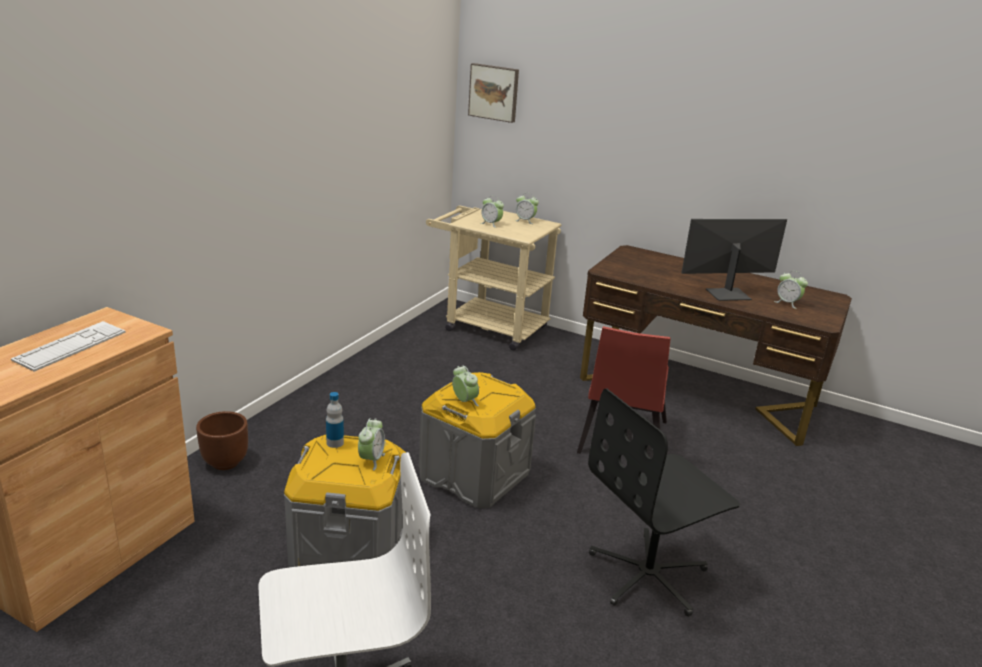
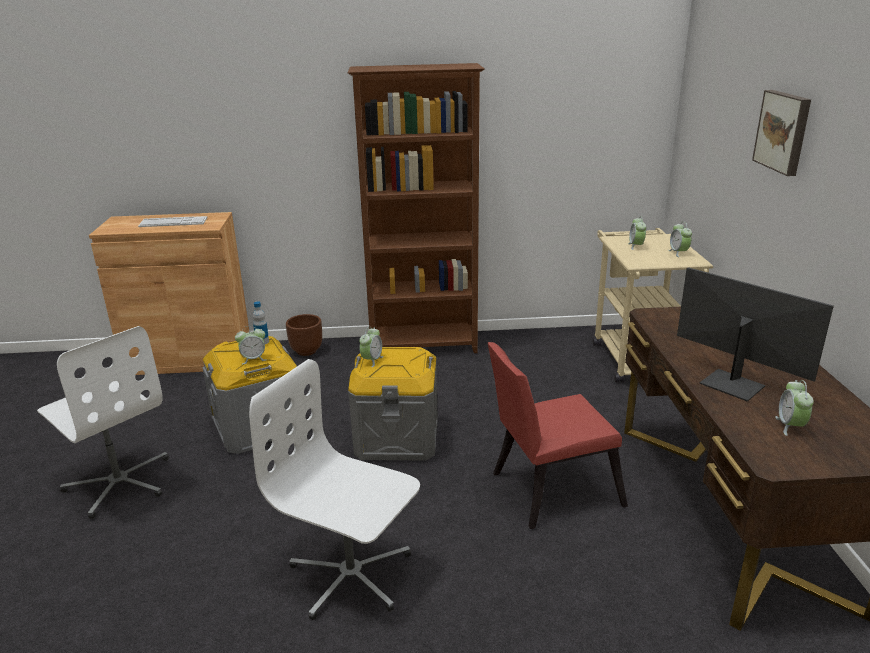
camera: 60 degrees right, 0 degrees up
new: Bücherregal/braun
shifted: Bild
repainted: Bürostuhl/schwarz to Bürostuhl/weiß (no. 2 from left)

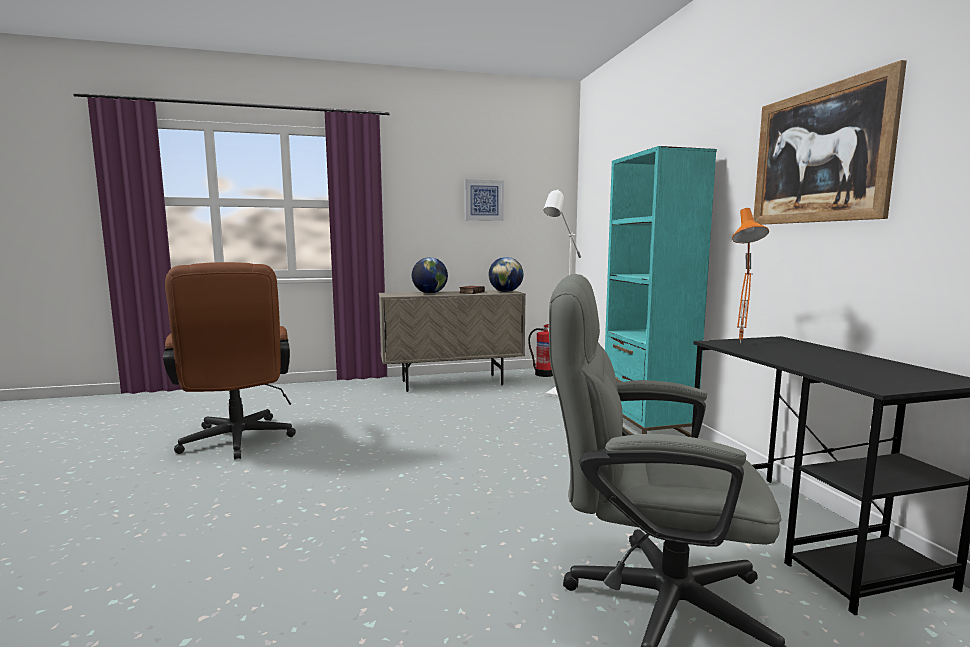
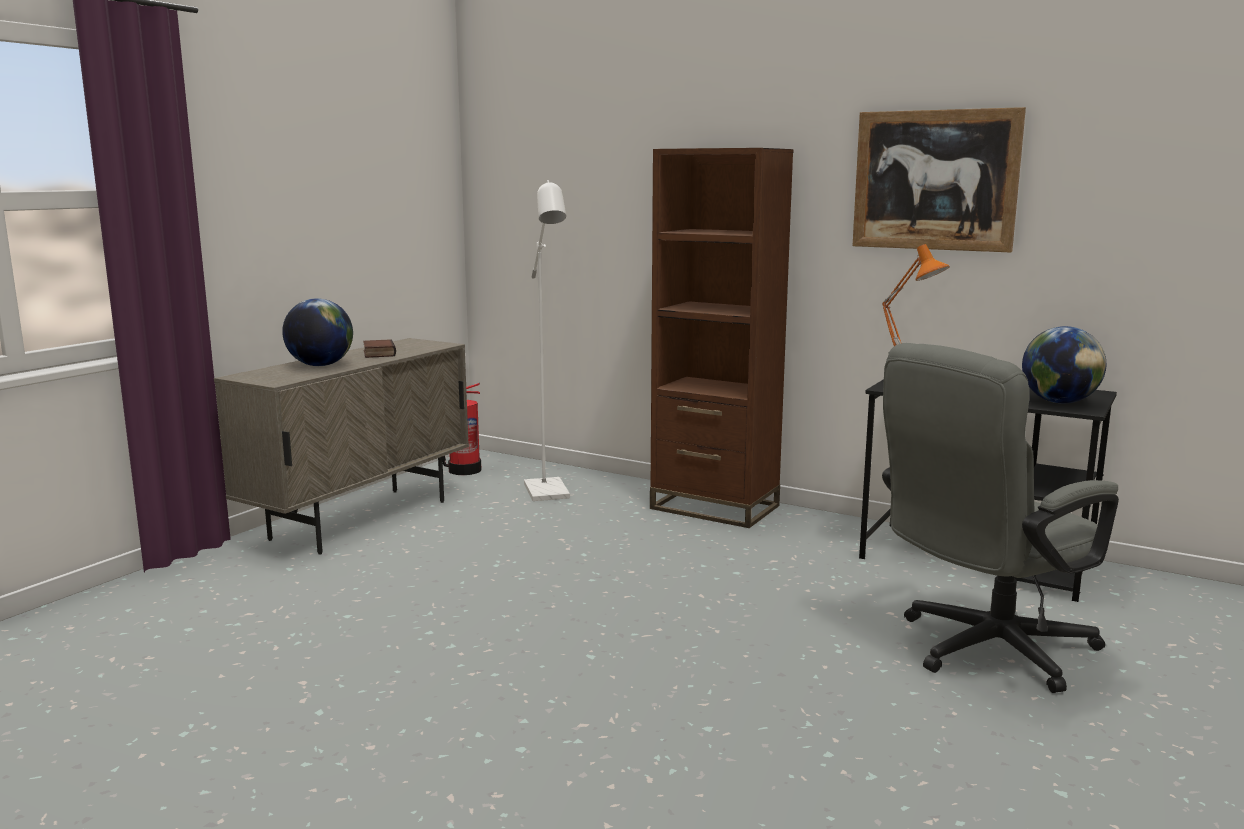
camera: 45 degrees left, 5 degrees up
gone: Bürostuhl/braun; Bild (no. 1 from left)
shifted: Globus (no. 2 from left)
repainted: Bücherregal/türkis to Bücherregal/braun

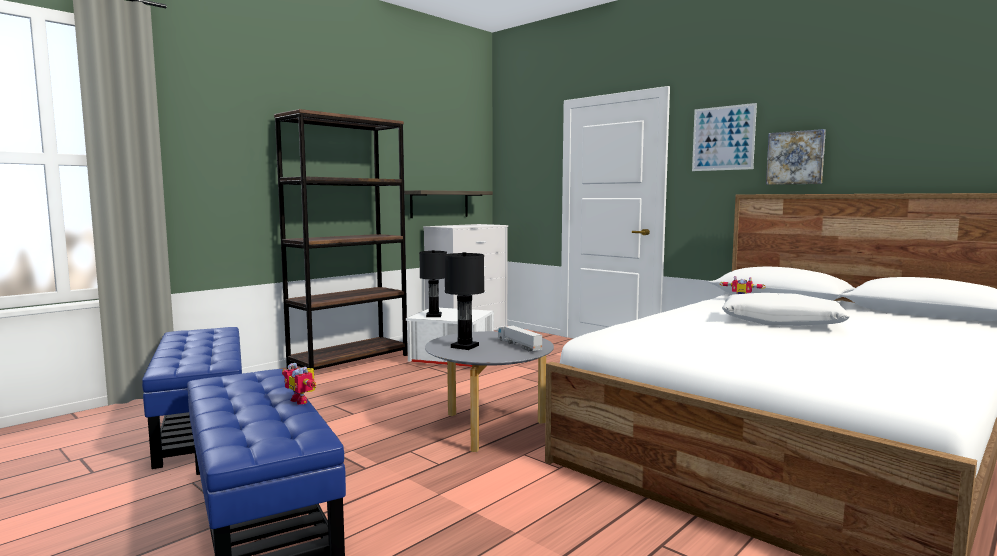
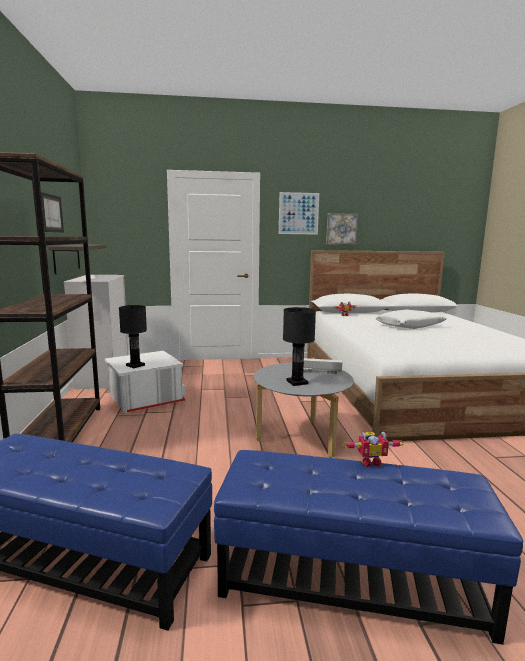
camera: 50 degrees left, 5 degrees up
new: Bild (no. 1 from left)

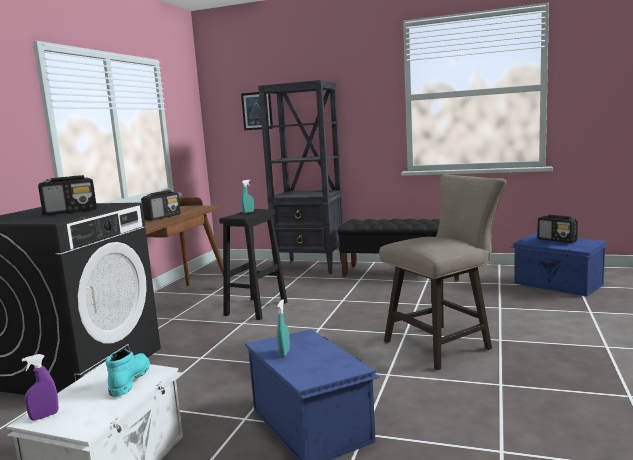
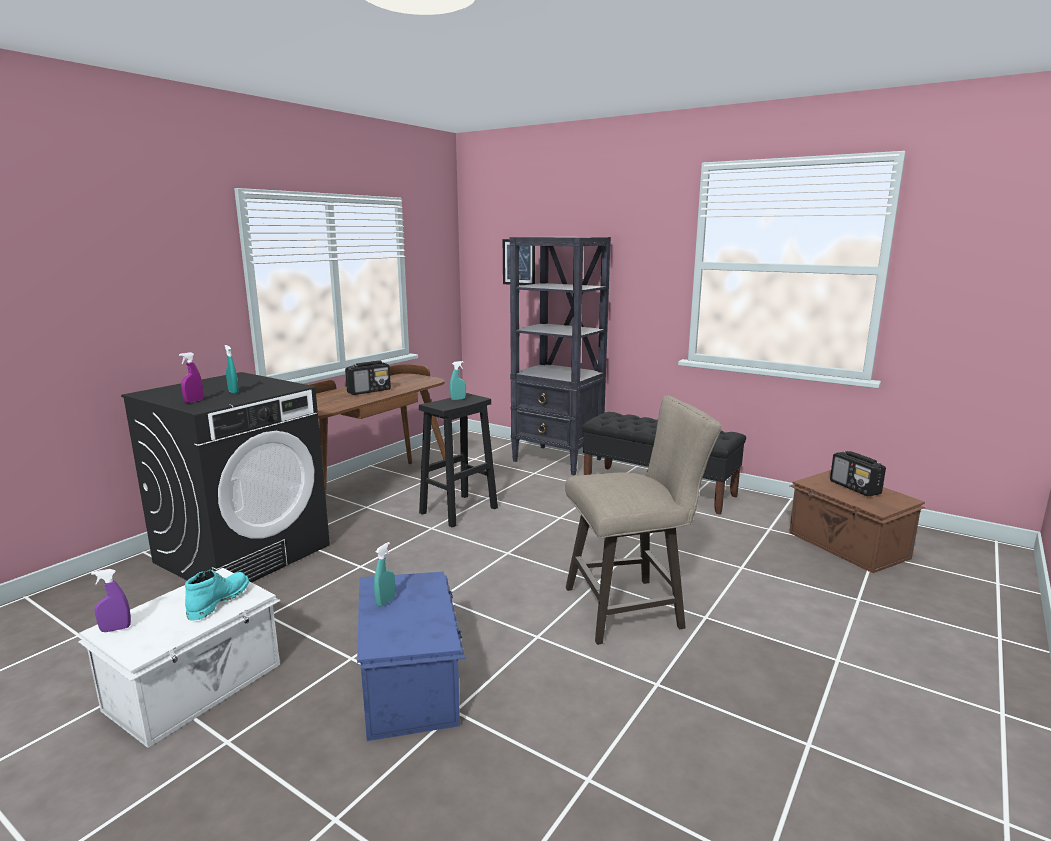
camera: 15 degrees right, 5 degrees up
new: Sprühflasche/lila (no. 2 from left)
swapped: Radio (no. 1 from left) to Sprühflasche/türkis (no. 1 from left)
repainted: Aufbewahrungsbox/blau (no. 2 from left) to Aufbewahrungsbox/braun

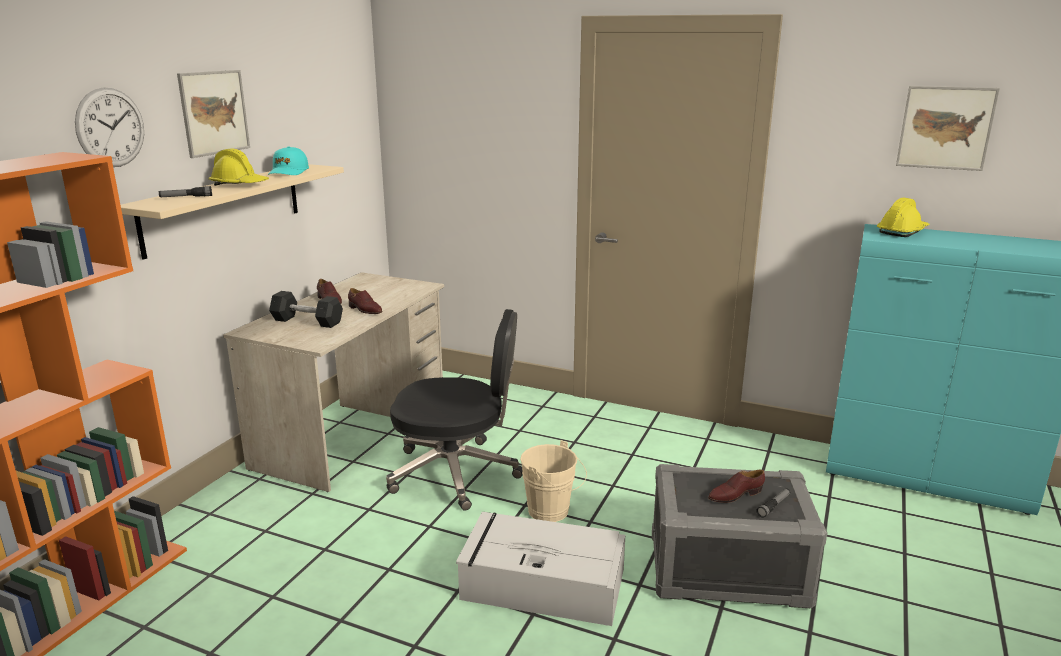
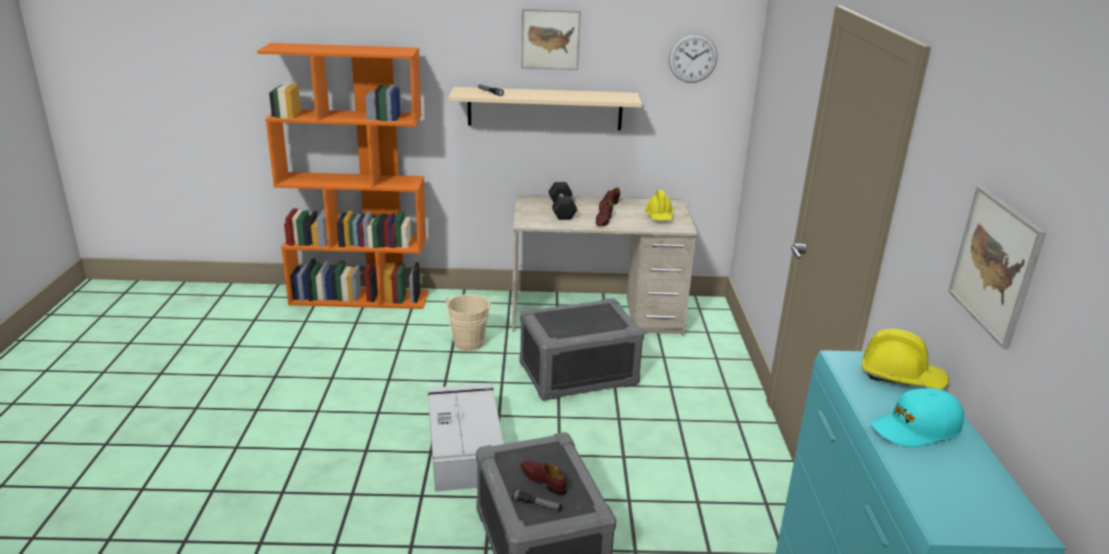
camera: 65 degrees right, 5 degrees up
shifted: Wanduhr; Schutzhelm/gelb (no. 1 from left); Kappe/türkis; Eimer/beige
swapped: Bürostuhl/schwarz to Aufbewahrungsbox/grau (no. 3 from left)

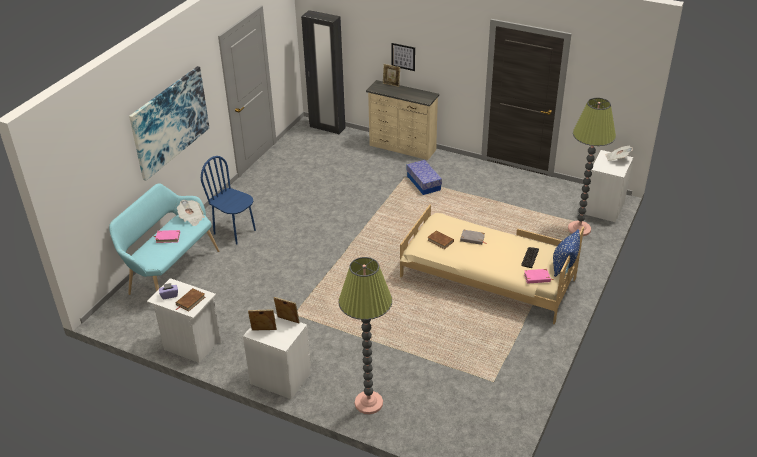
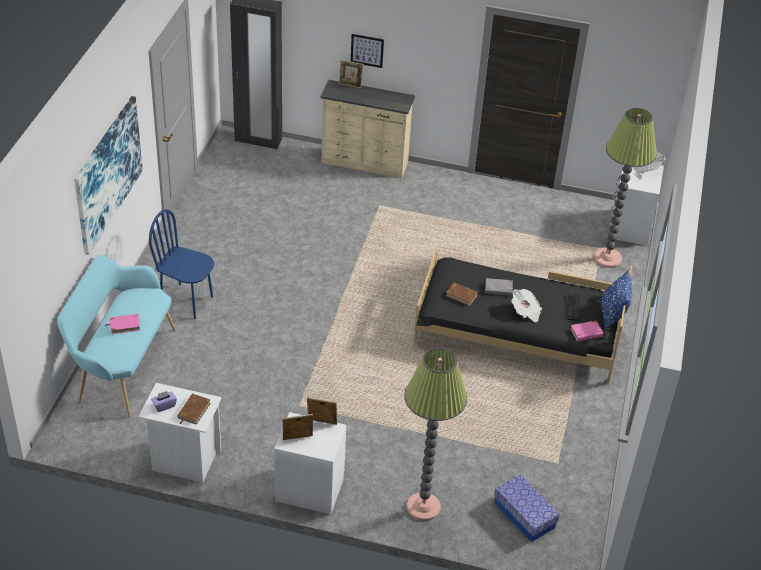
camera: 15 degrees left, 5 degrees up
shifted: Zeitung (no. 1 from left); Aufbewahrungsbox
repainted: Bett/beige to Bett/schwarz

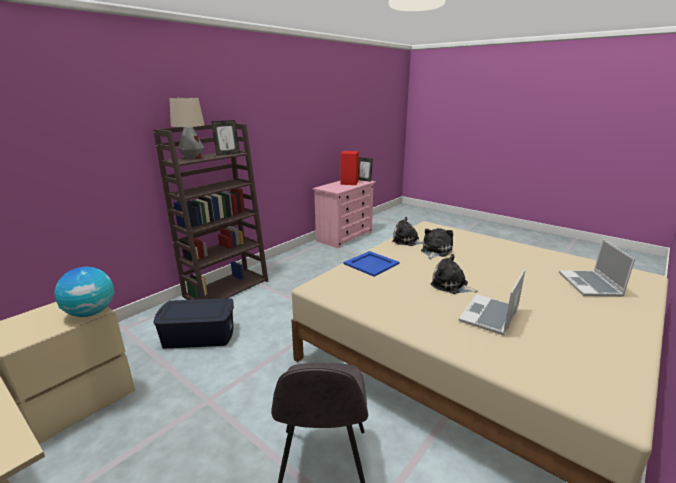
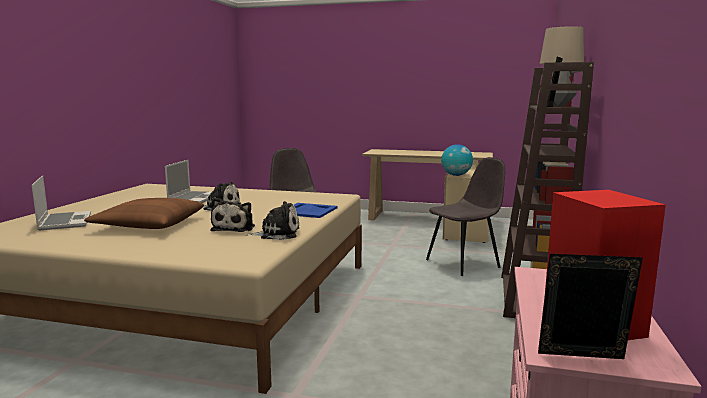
camera: 155 degrees right, 10 degrees down
new: Kissen/braun
swapped: Aufbewahrungsbox/blau to Stuhl/grau (no. 2 from left)

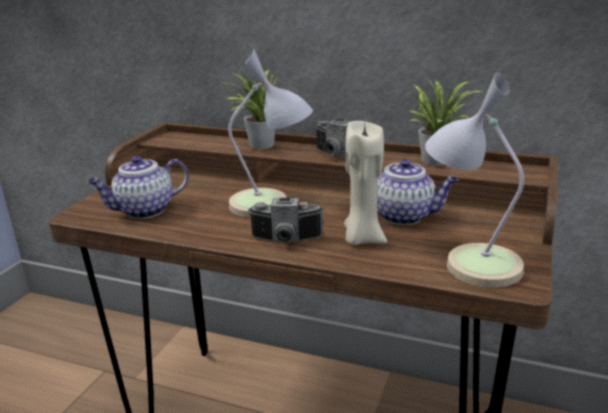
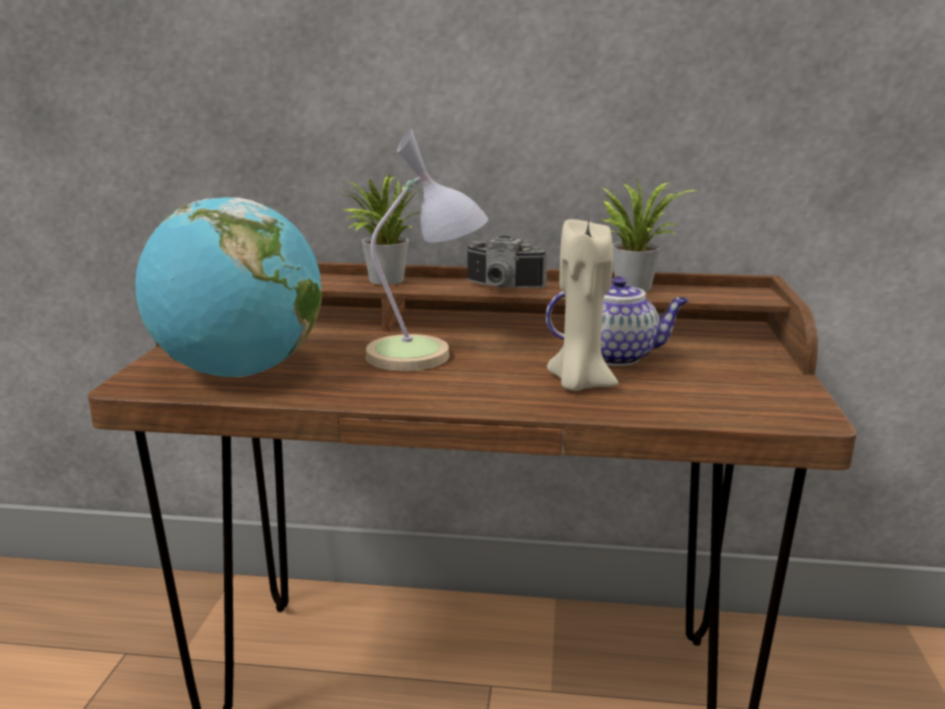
camera: 15 degrees left, 5 degrees down
gone: Kamera (no. 1 from left); Tischlampe (no. 2 from left)
swapped: Teekanne (no. 1 from left) to Globus

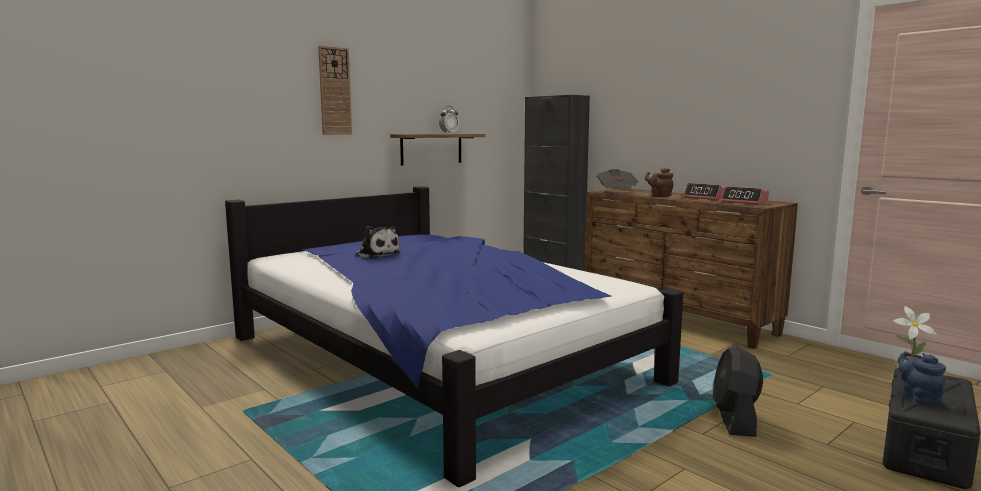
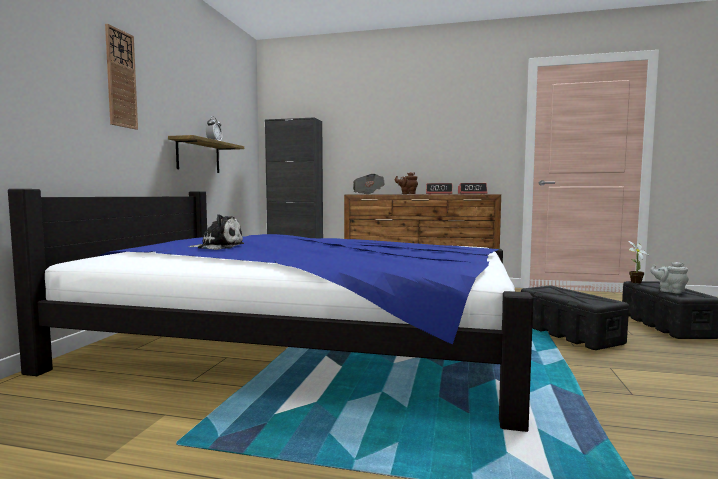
camera: 35 degrees left, 5 degrees down
swapped: Ventilator/schwarz to Aufbewahrungsbox/schwarz (no. 1 from left)
repainted: Teekanne/blau to Teekanne/grau

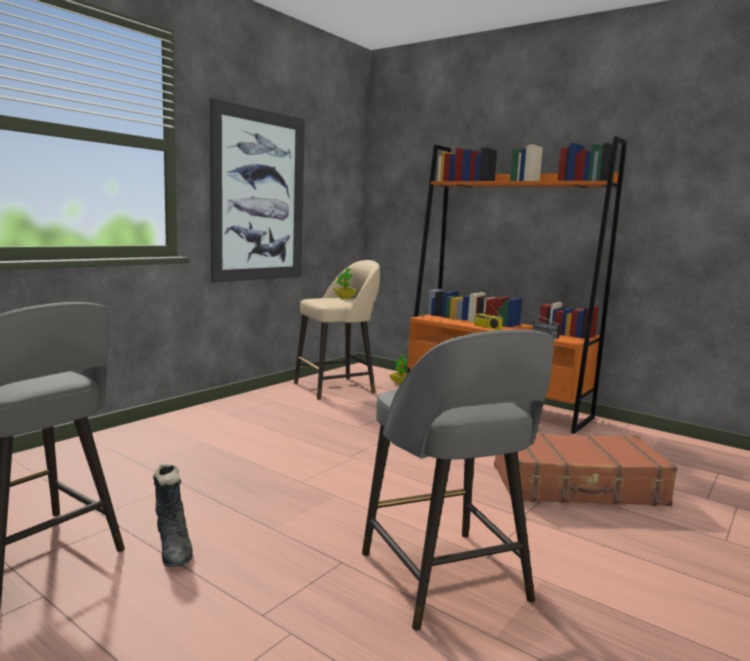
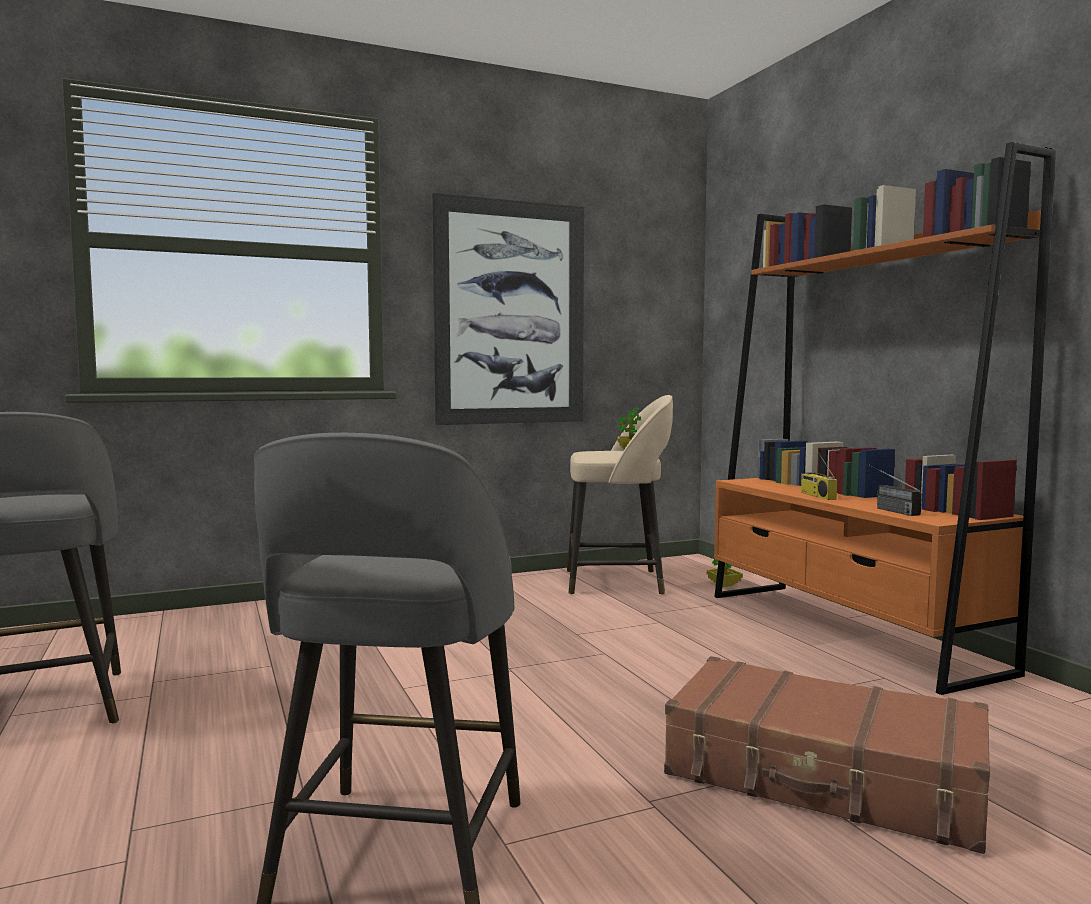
camera: 30 degrees right, 5 degrees down
gone: Stiefel/schwarz

